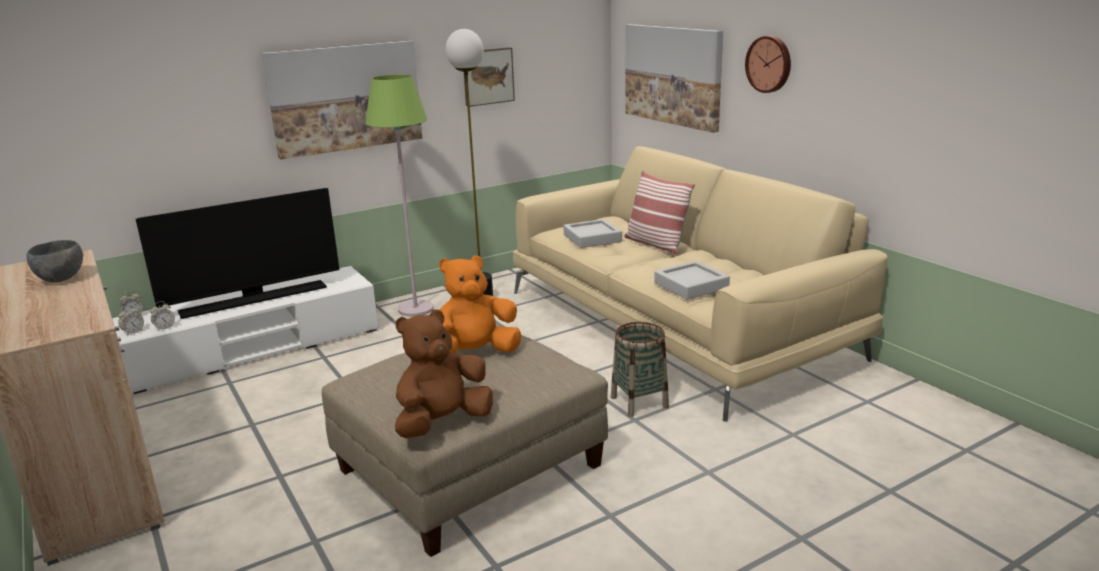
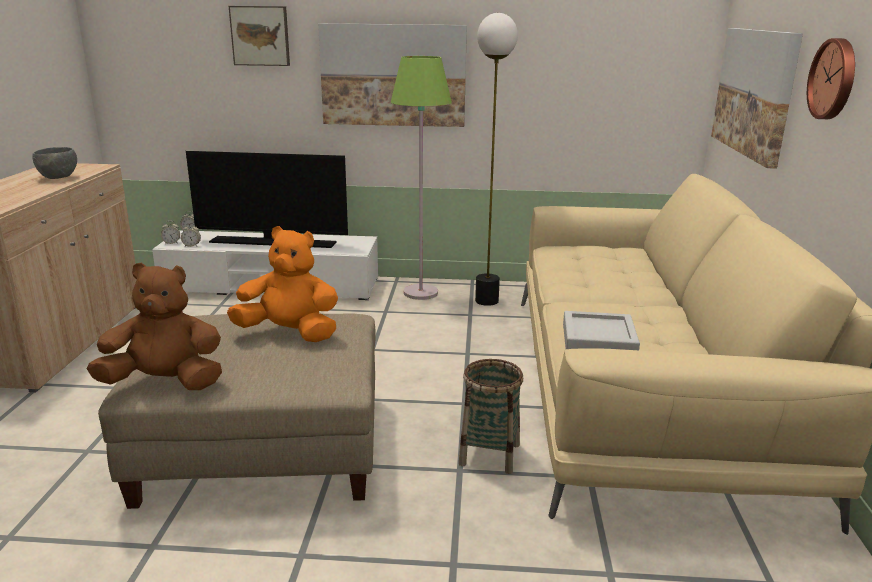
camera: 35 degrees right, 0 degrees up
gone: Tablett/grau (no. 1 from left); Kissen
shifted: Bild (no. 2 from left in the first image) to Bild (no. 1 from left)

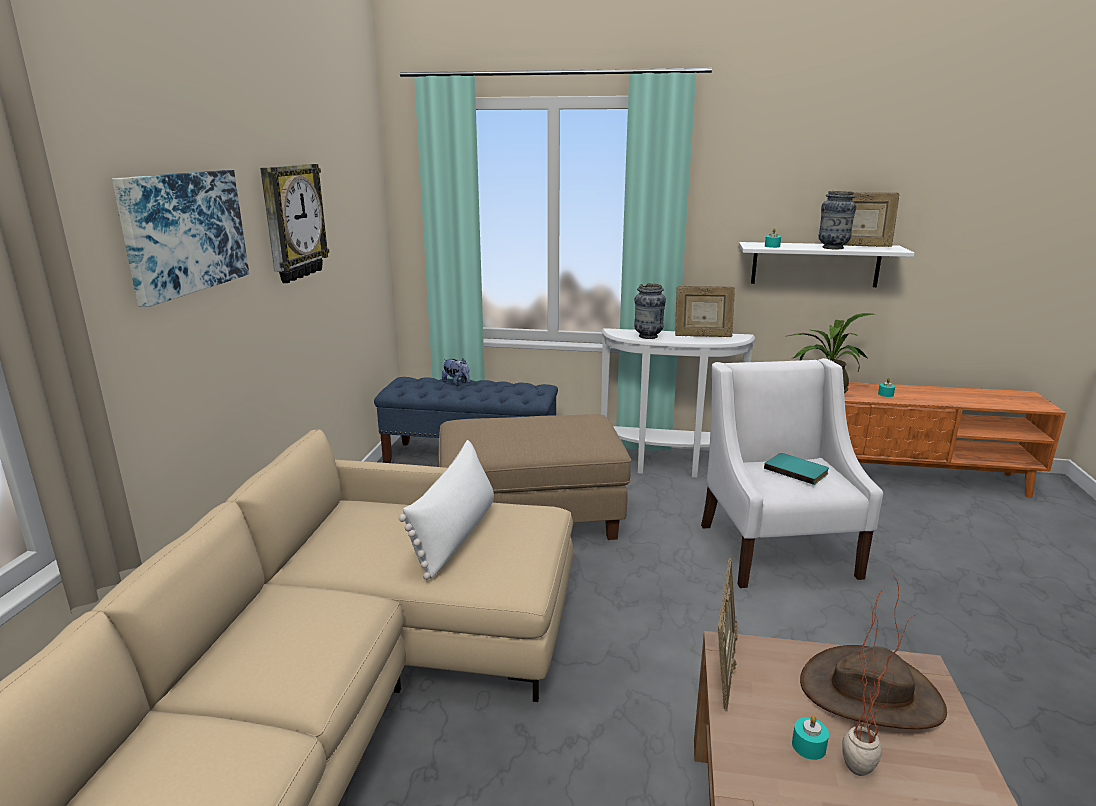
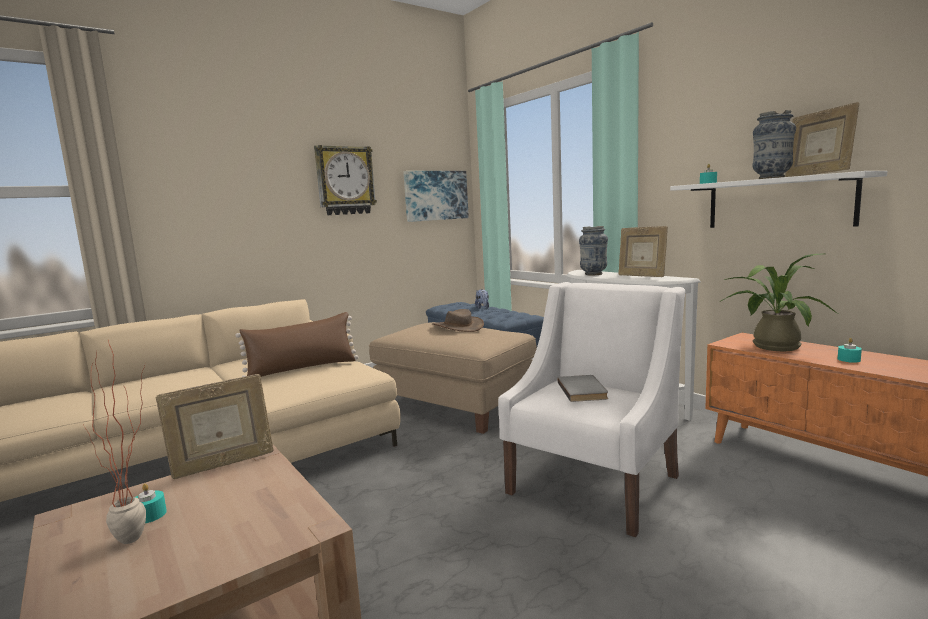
camera: 45 degrees right, 10 degrees down
shifted: Bild; Hut/braun
repainted: Kissen/weiß to Kissen/braun; Buch/türkis to Buch/grau

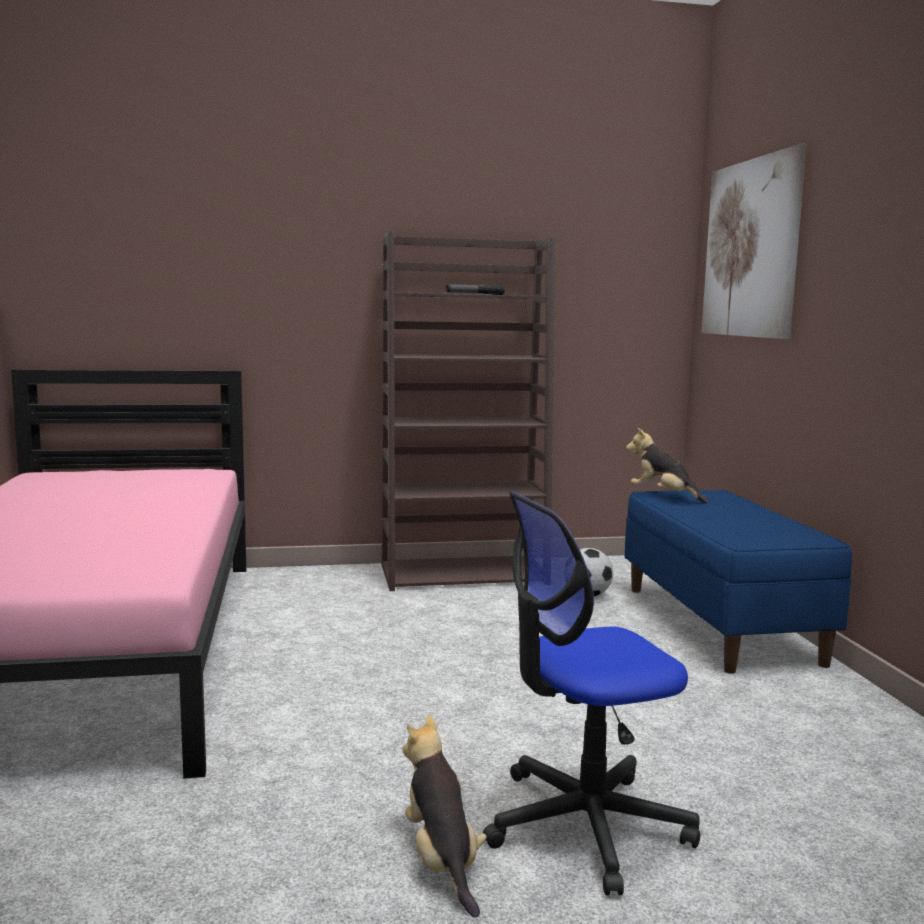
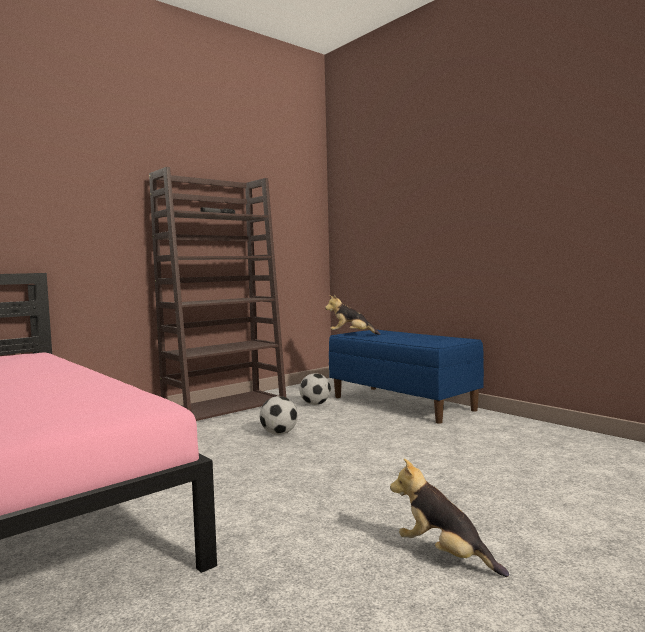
camera: 30 degrees left, 5 degrees down
gone: Bürostuhl; Bild
new: Fußball (no. 1 from left)

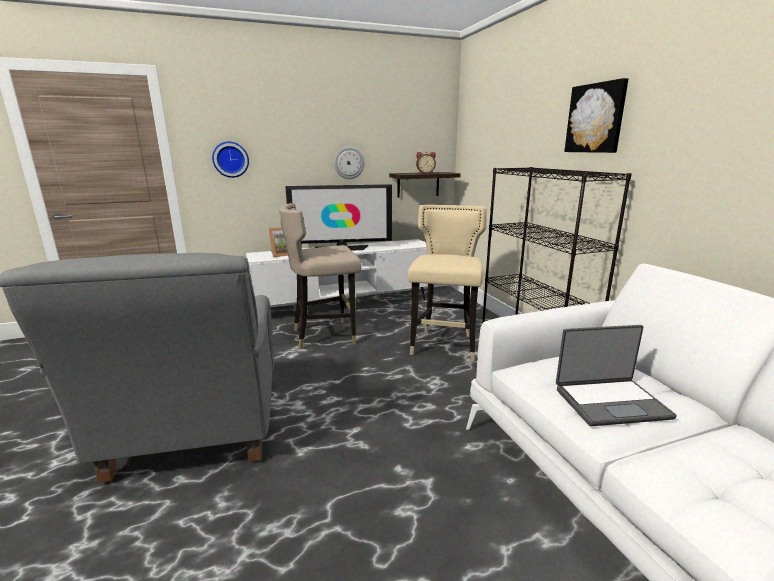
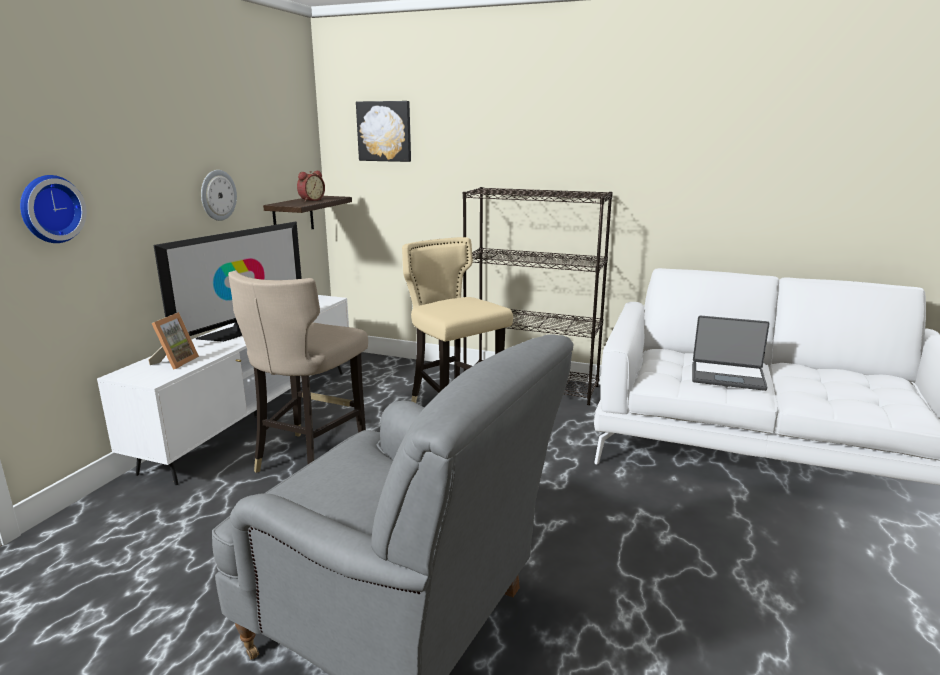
camera: 50 degrees left, 0 degrees up
shifted: Bild
rotated: Laptop 75 degrees clockwise

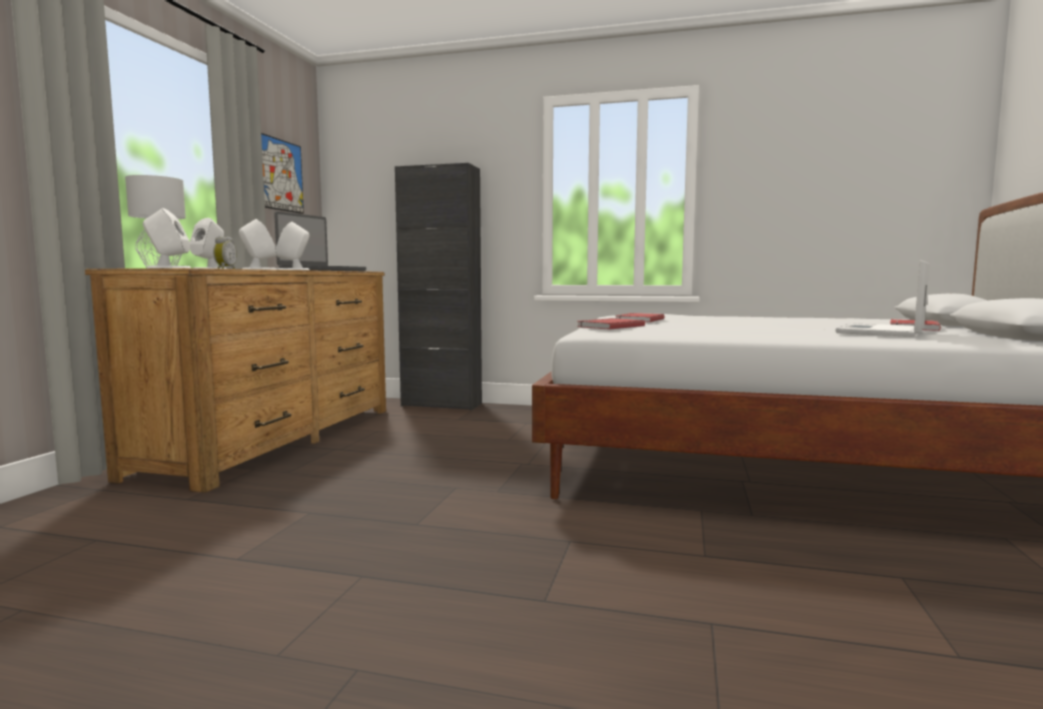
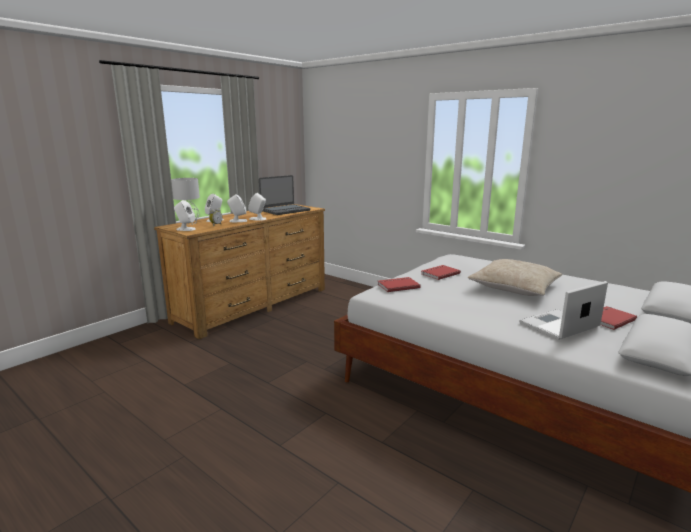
camera: 25 degrees right, 10 degrees up
gone: Bild; Schrank/schwarz
new: Kissen/beige

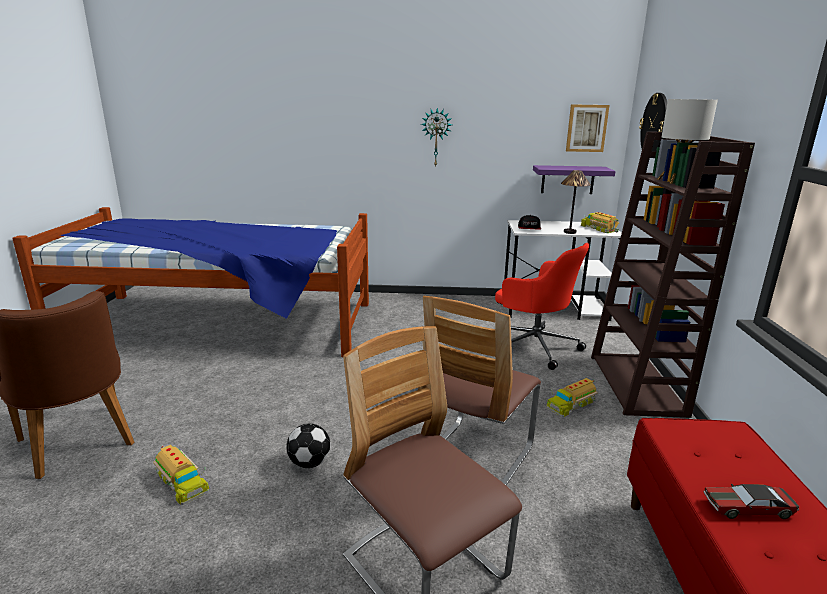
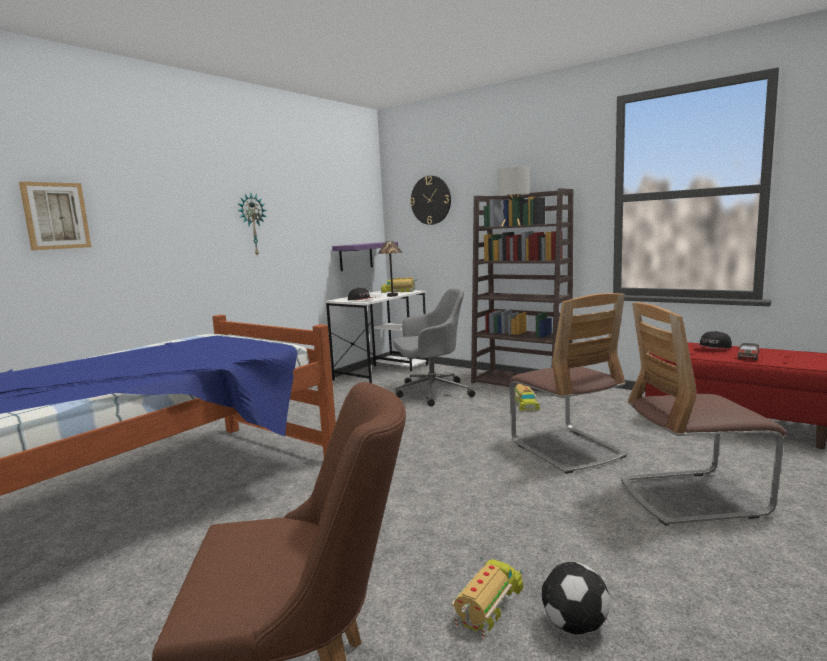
camera: 55 degrees left, 10 degrees down
new: Kappe (no. 2 from left)
shifted: Fußball; Bild
repainted: Bürostuhl/rot to Bürostuhl/grau
rotated: Spielzeuglaster (no. 1 from left in the first image) 45 degrees counterclockwise

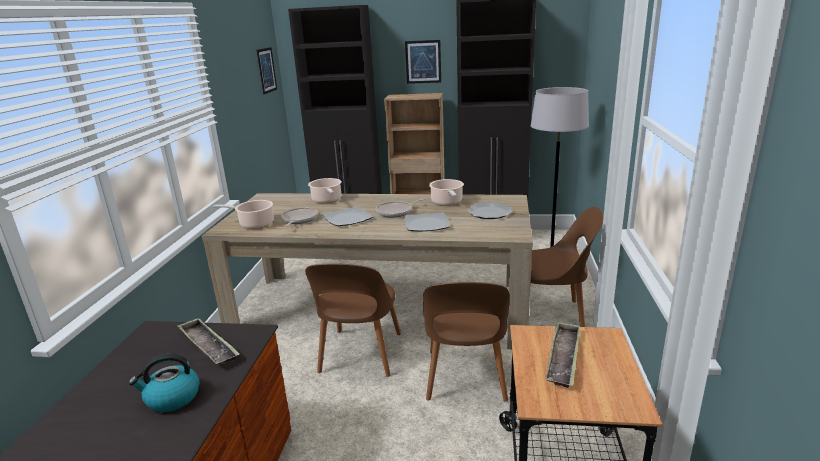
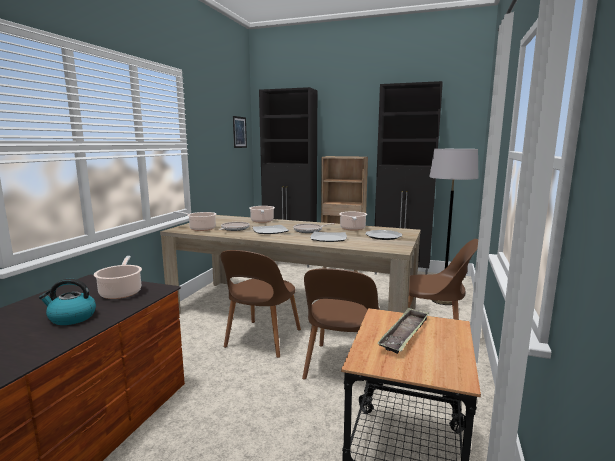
camera: 10 degrees right, 10 degrees down
gone: Bild (no. 2 from left)
swapped: Tablett (no. 1 from left) to Kochtopf (no. 1 from left)

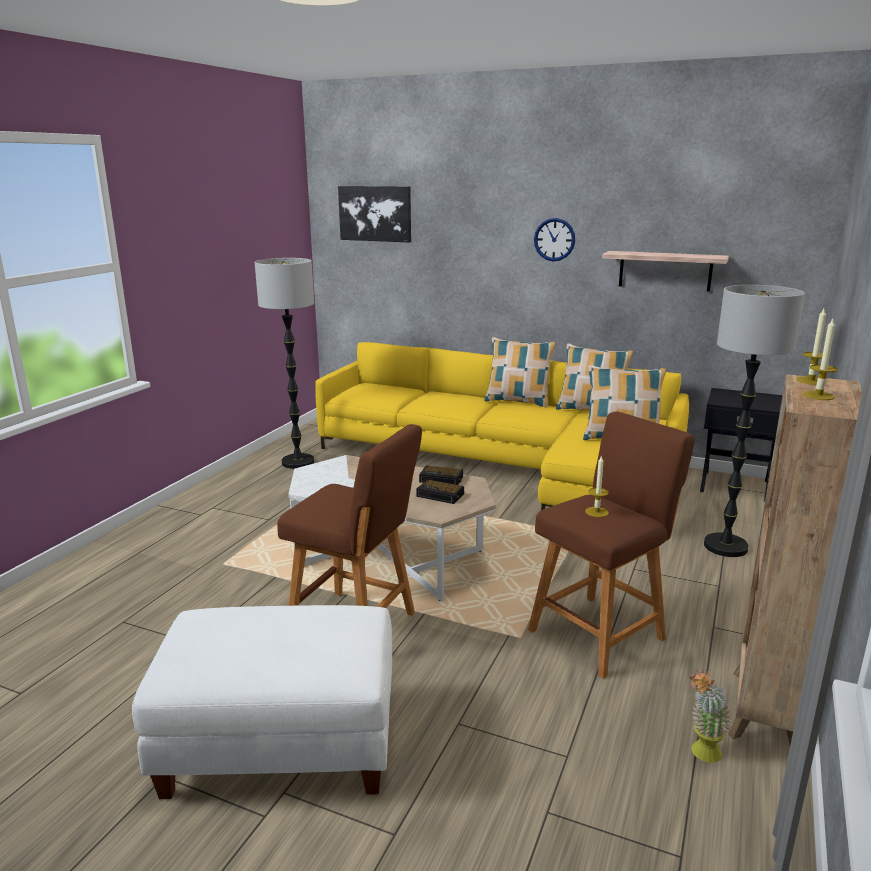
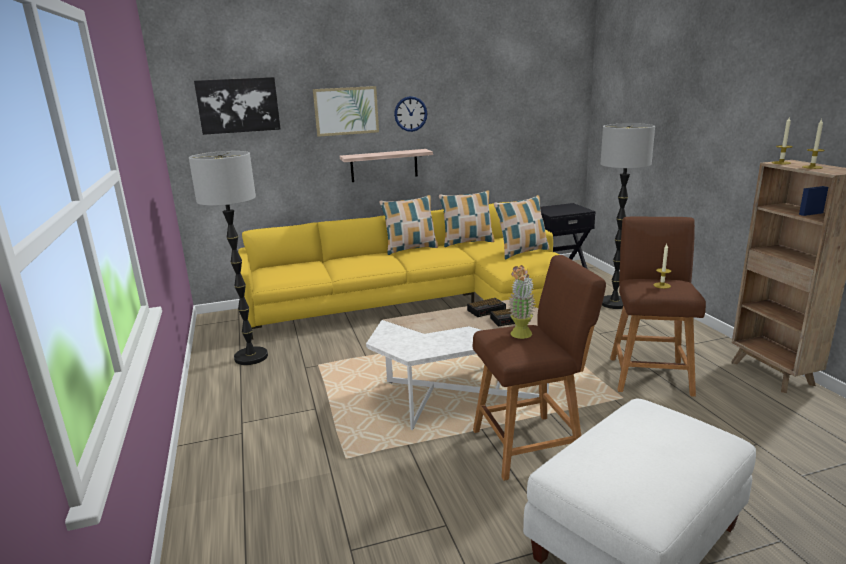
camera: 40 degrees left, 0 degrees up
new: Bild (no. 2 from left)
shifted: Wandregal; Topfpflanze

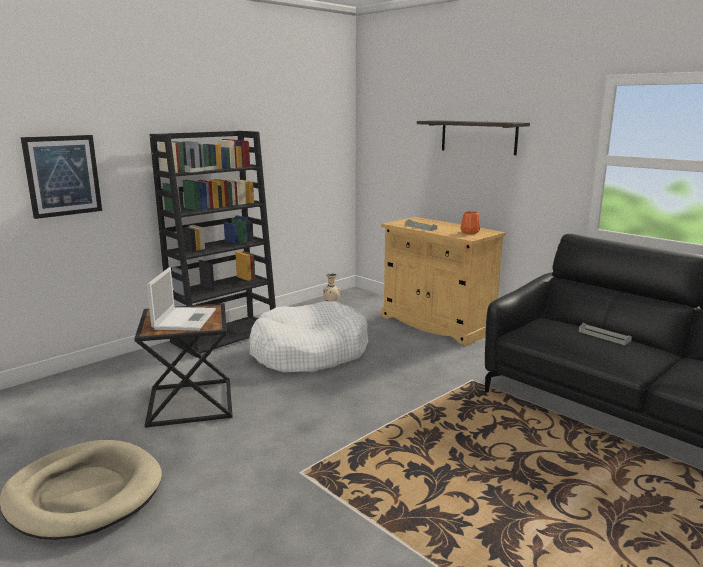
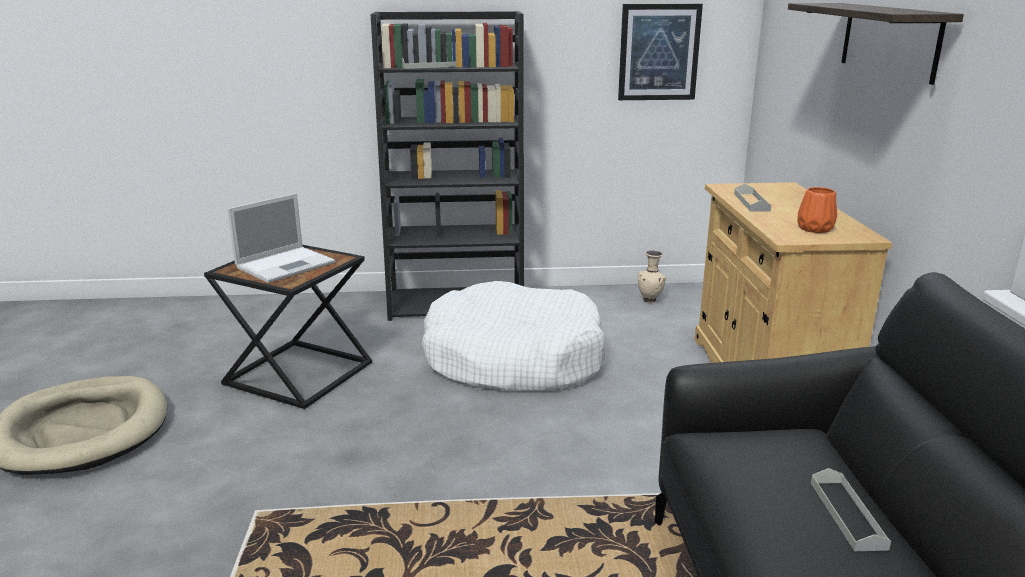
camera: 40 degrees right, 5 degrees up
shifted: Bild

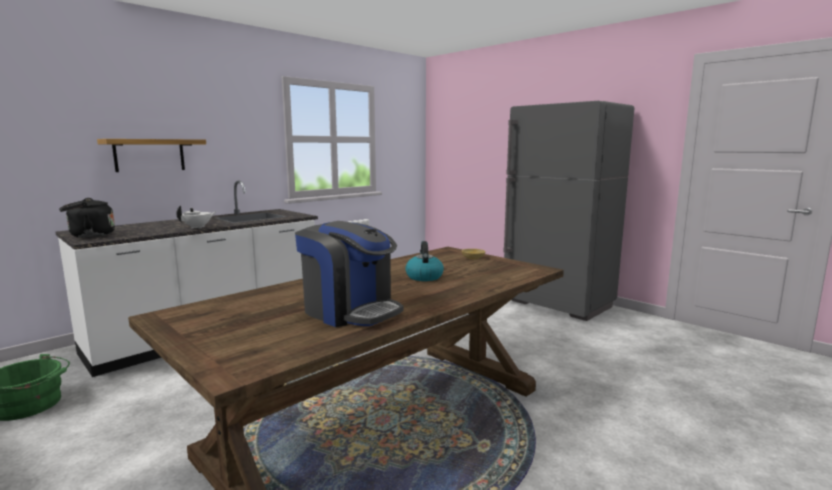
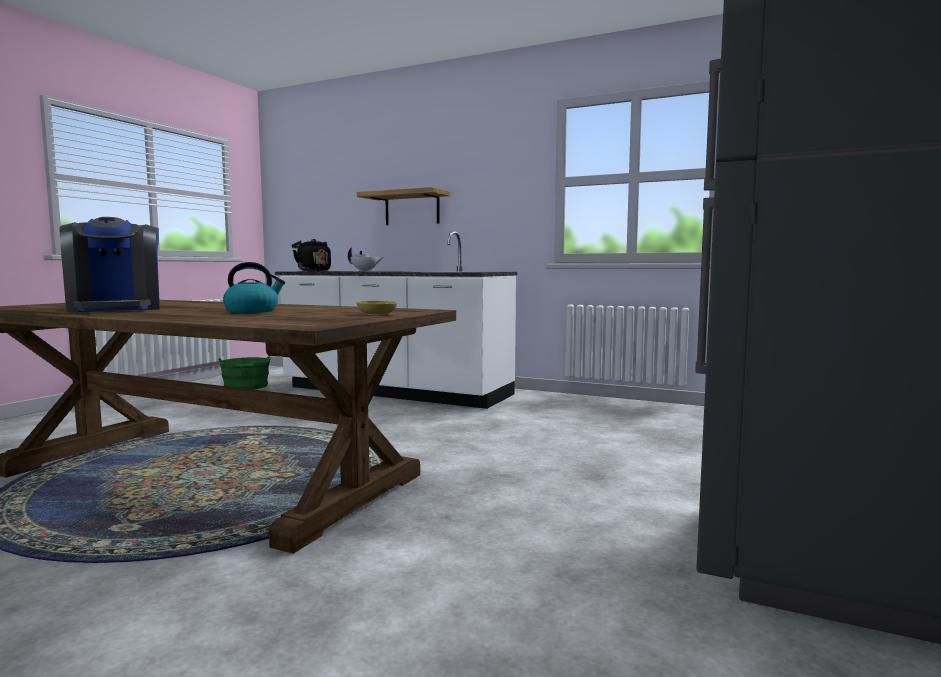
camera: 70 degrees right, 5 degrees down
rotated: Kaffeemaschine 45 degrees counterclockwise

